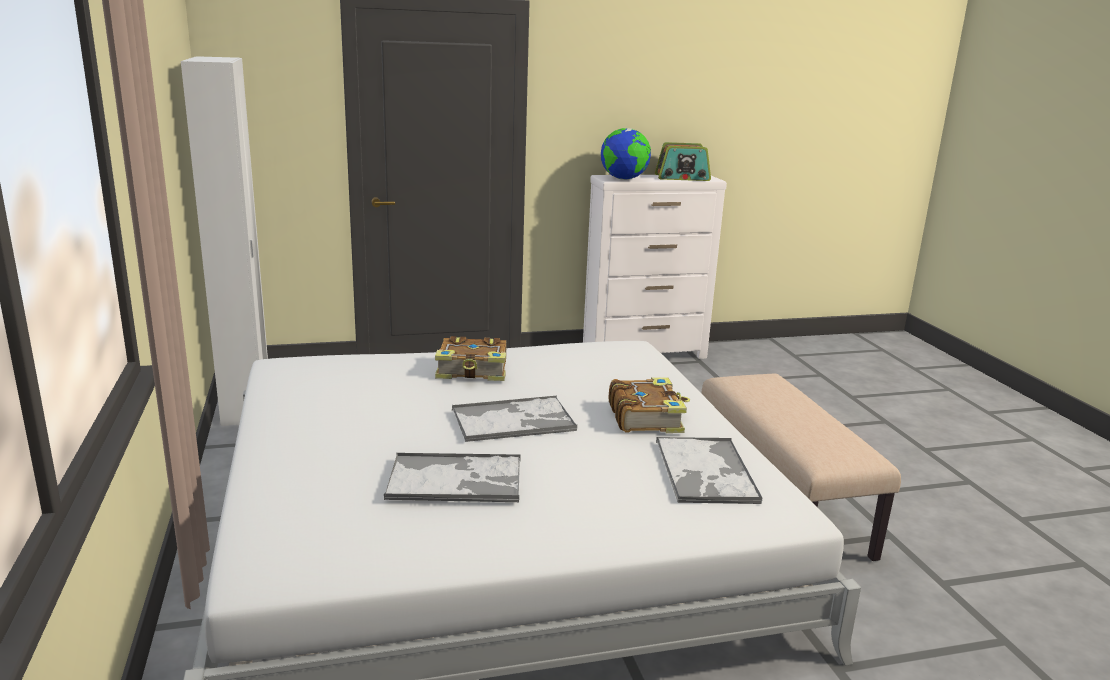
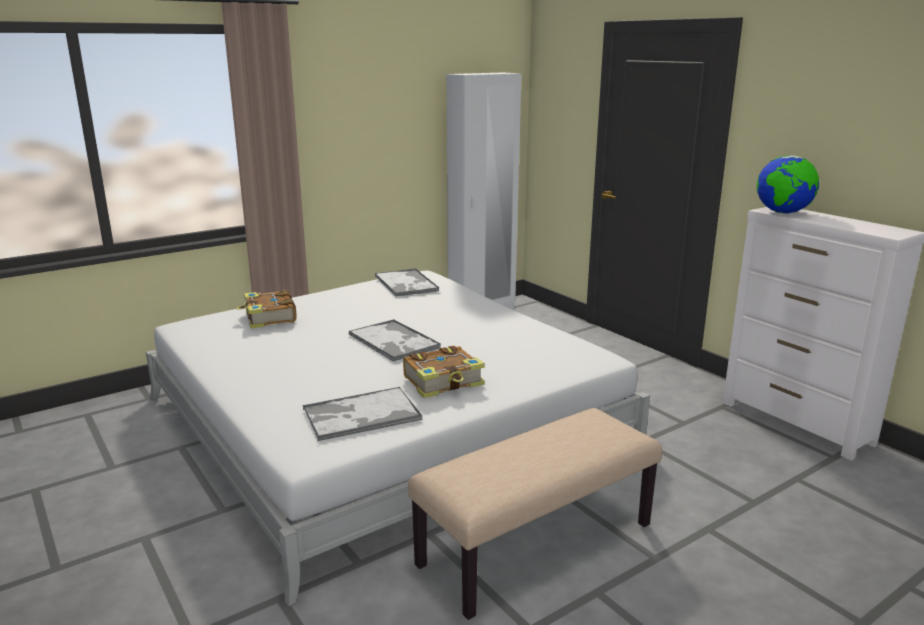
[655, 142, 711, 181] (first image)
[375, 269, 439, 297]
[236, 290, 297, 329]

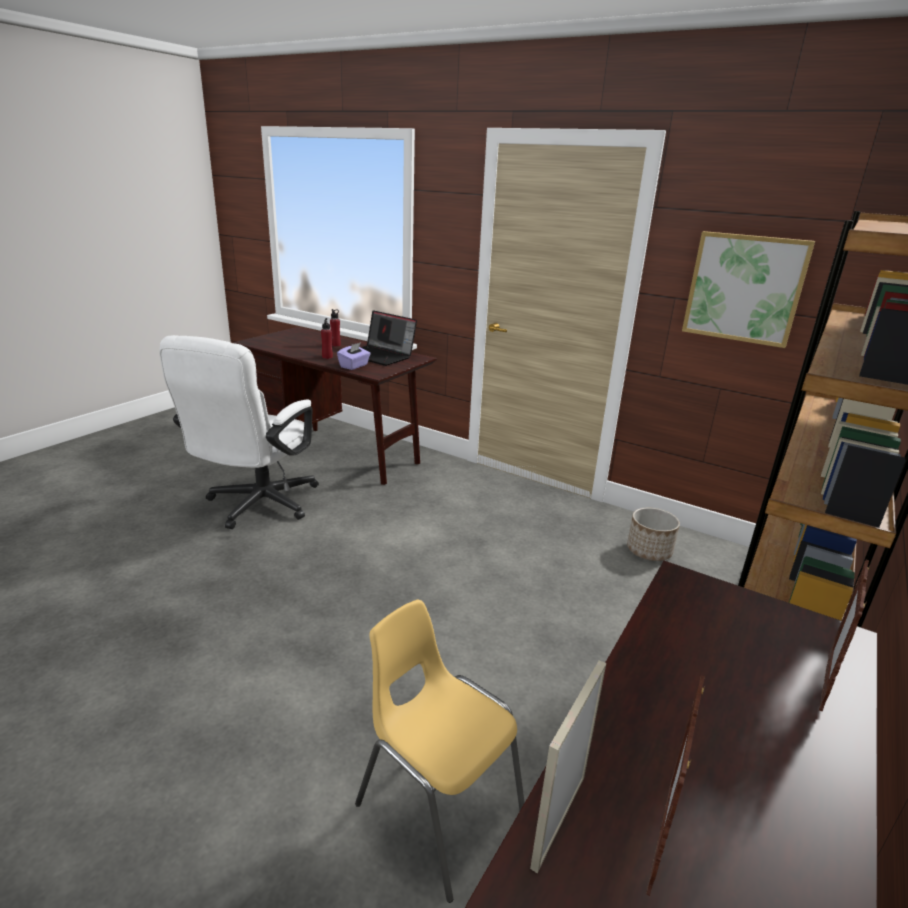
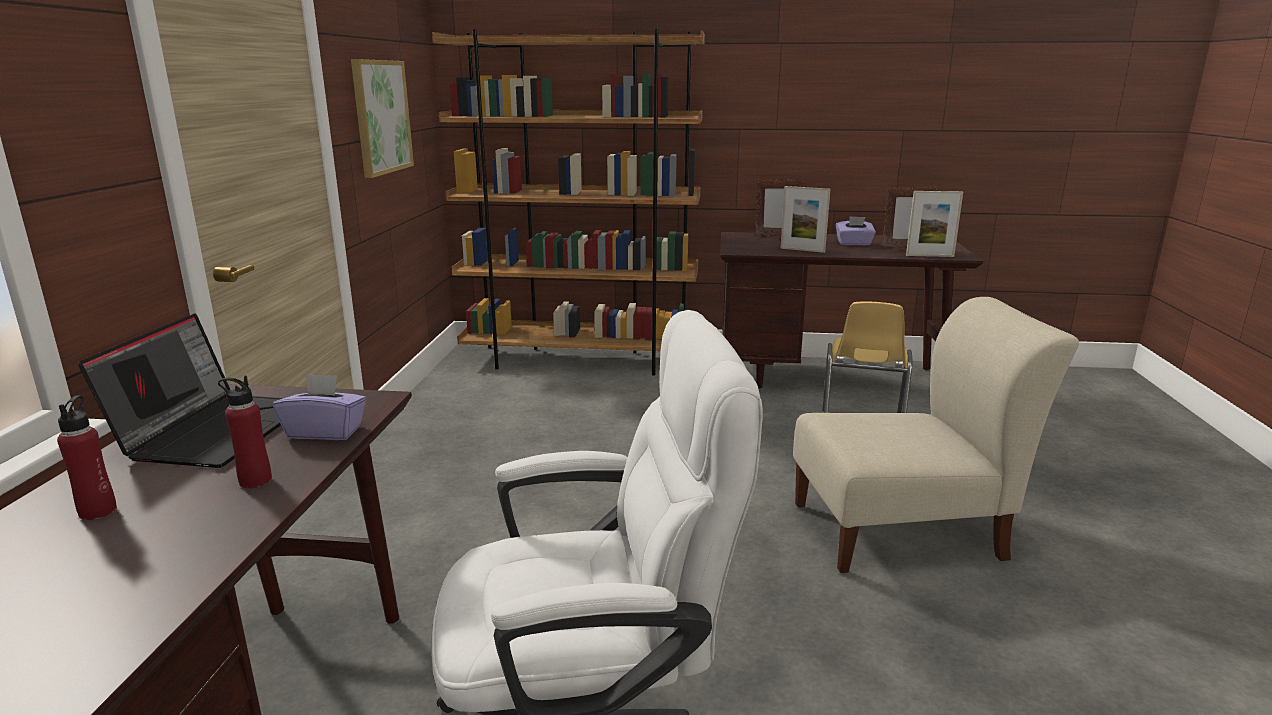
[627, 508, 680, 561] (first image)
[780, 186, 831, 253]
[793, 297, 1079, 573]
[836, 216, 876, 245]

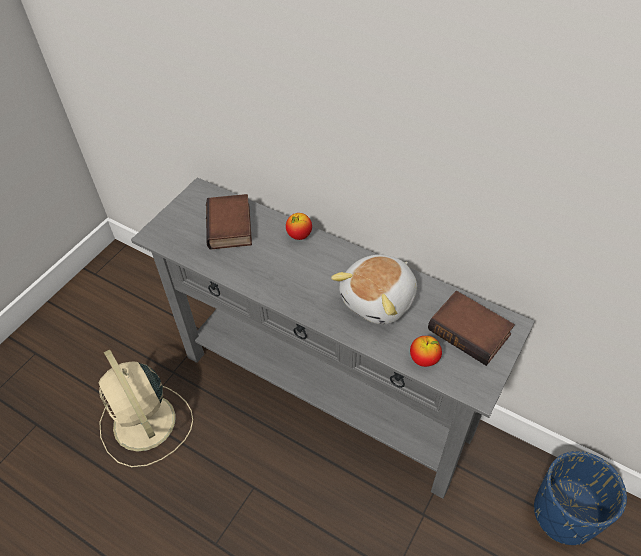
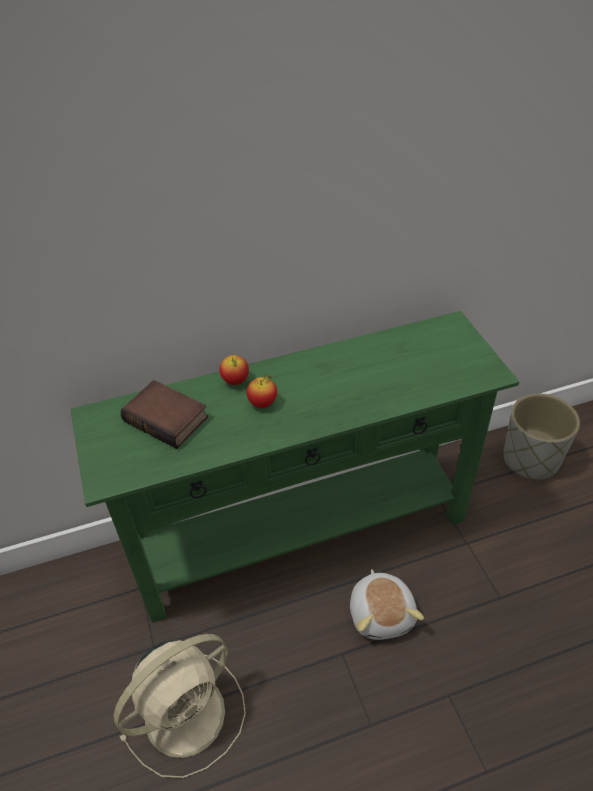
[428, 291, 515, 366] (first image)
[350, 569, 424, 640]
[247, 375, 277, 408]
[71, 311, 519, 622]
[503, 393, 580, 481]
[113, 634, 246, 778]

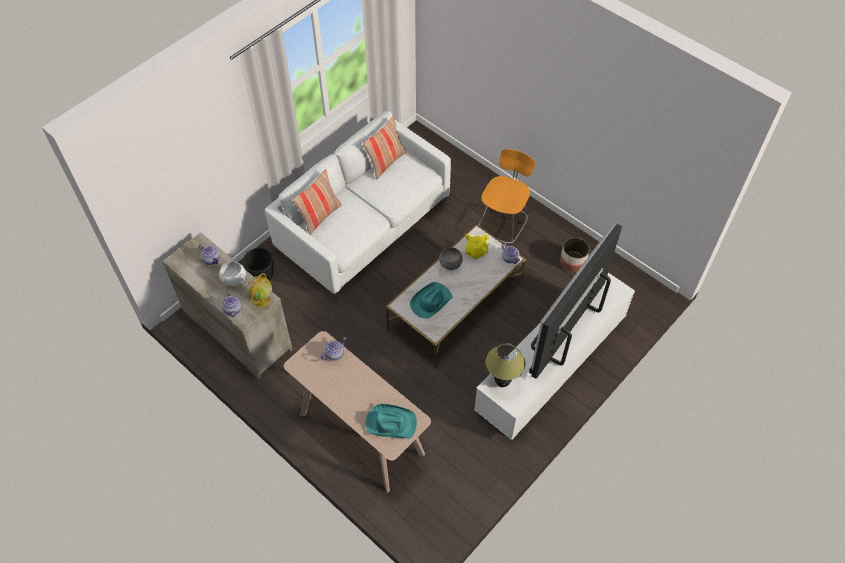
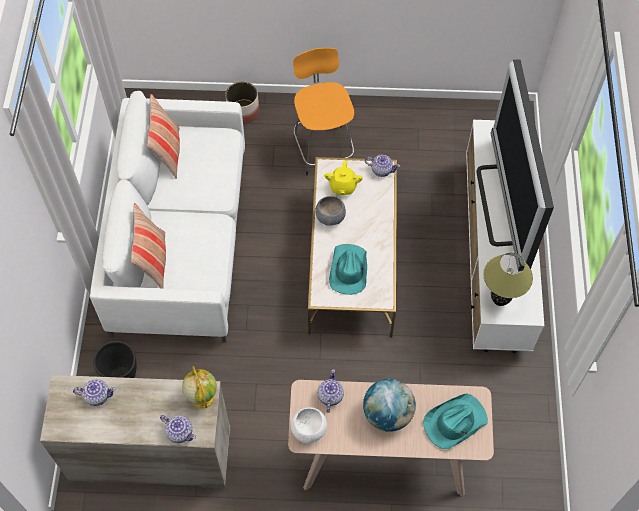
[363, 379, 416, 432]
[291, 407, 327, 444]
[225, 82, 259, 124]

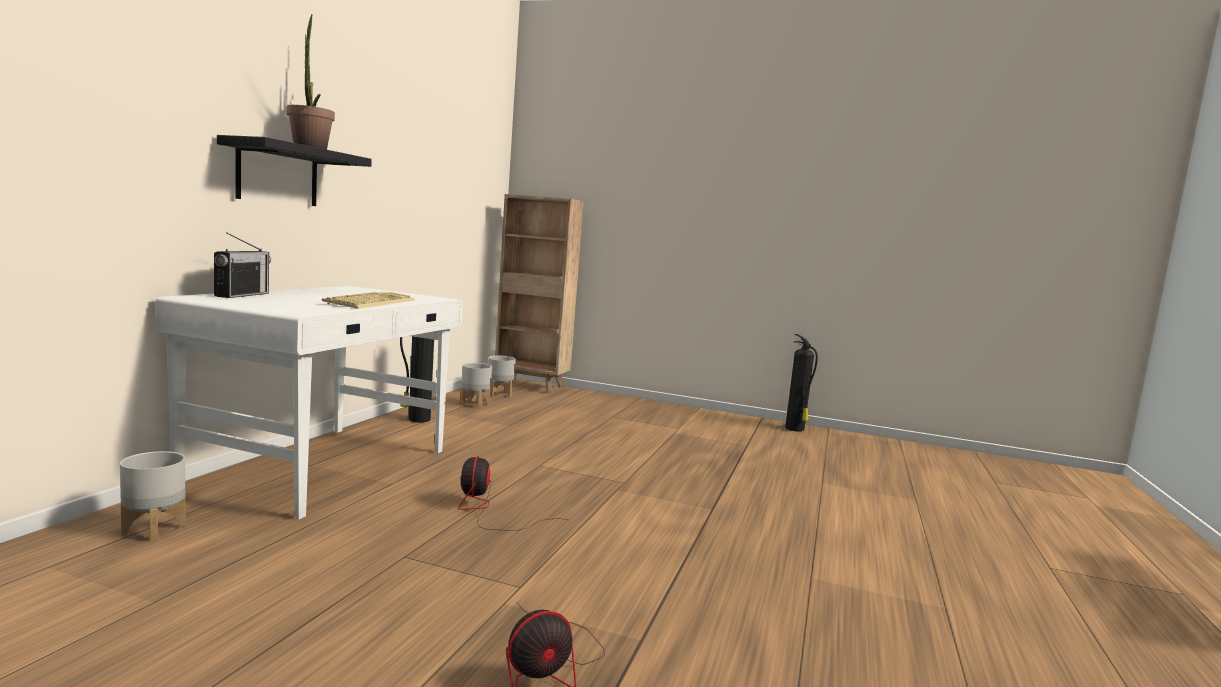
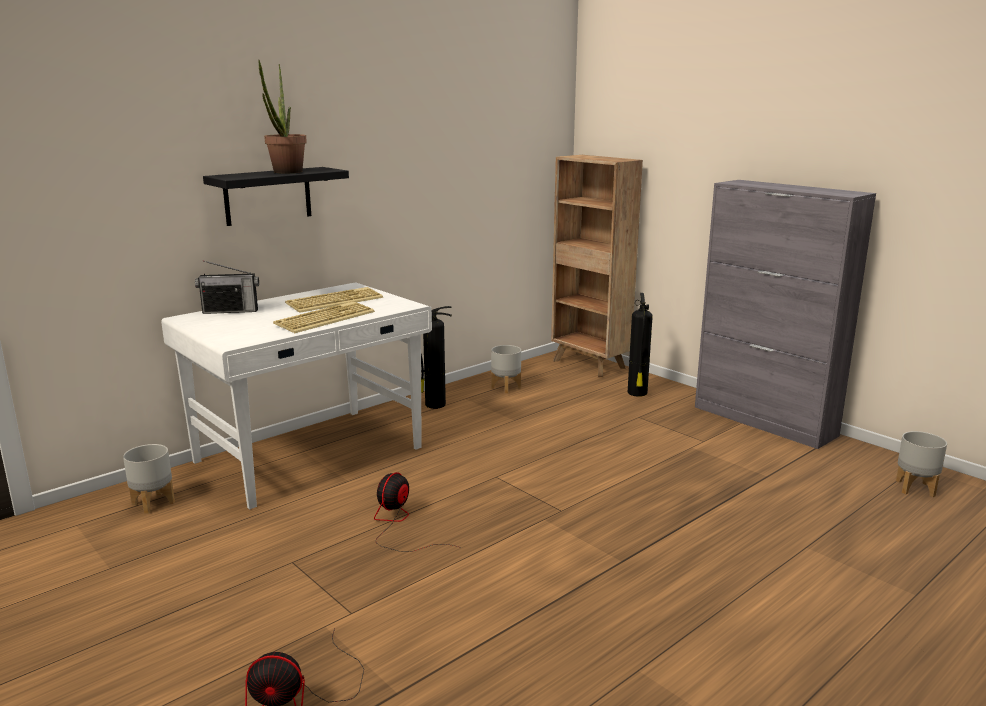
[285, 287, 383, 313]
[695, 180, 876, 449]
[896, 431, 947, 497]
[628, 293, 653, 397]
[195, 260, 259, 314]

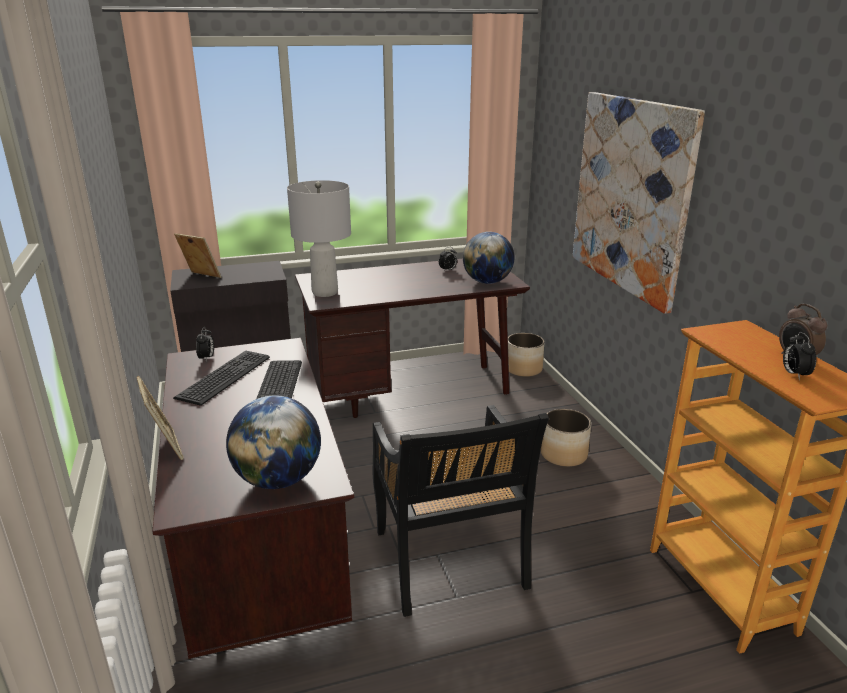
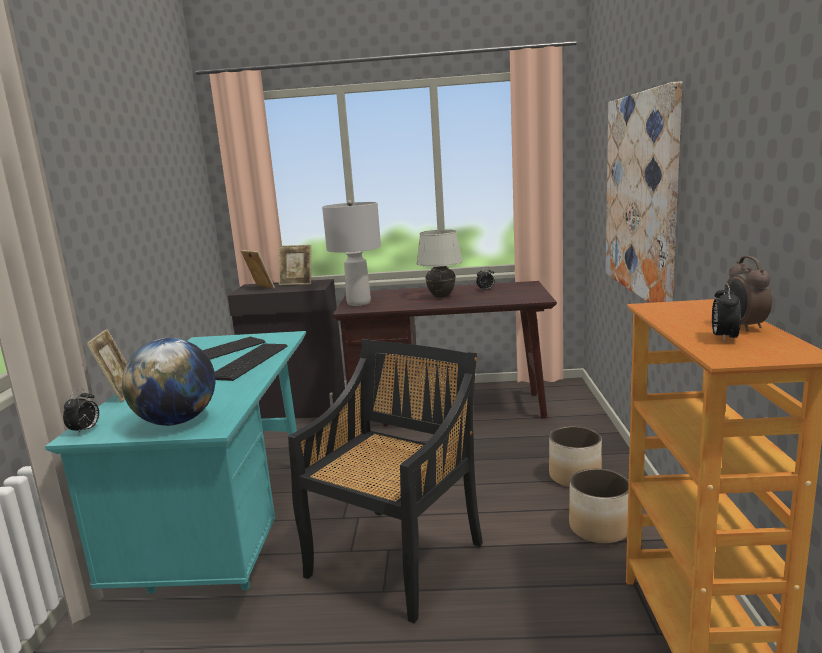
[463, 232, 514, 284] (first image)
[279, 245, 311, 285]
[417, 229, 463, 298]
[63, 389, 99, 436]
[569, 468, 629, 544]
[45, 331, 306, 594]
[288, 339, 483, 623]

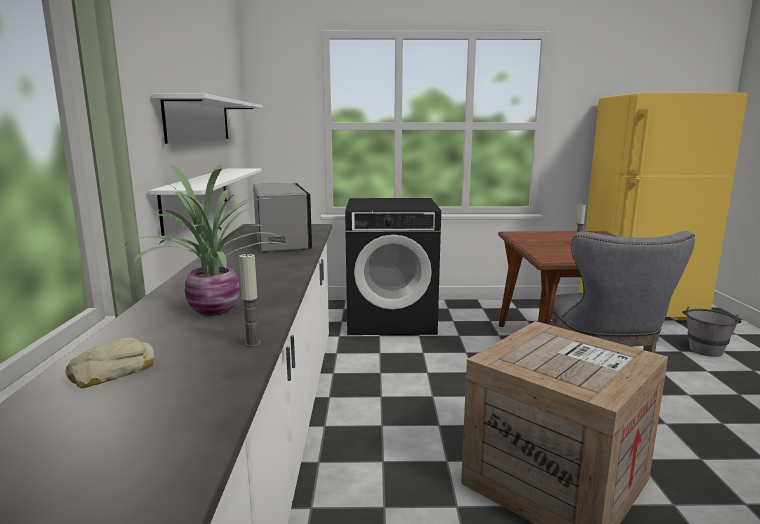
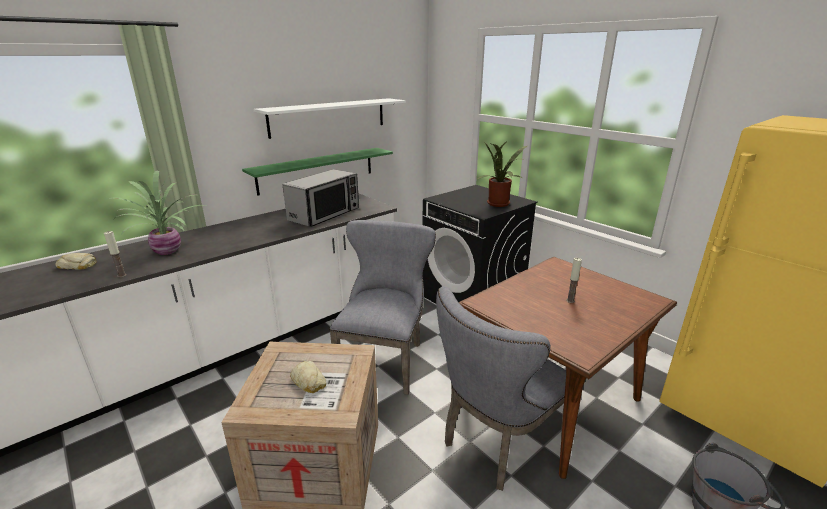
[290, 361, 327, 393]
[329, 220, 436, 395]
[477, 141, 527, 207]
[242, 148, 393, 196]

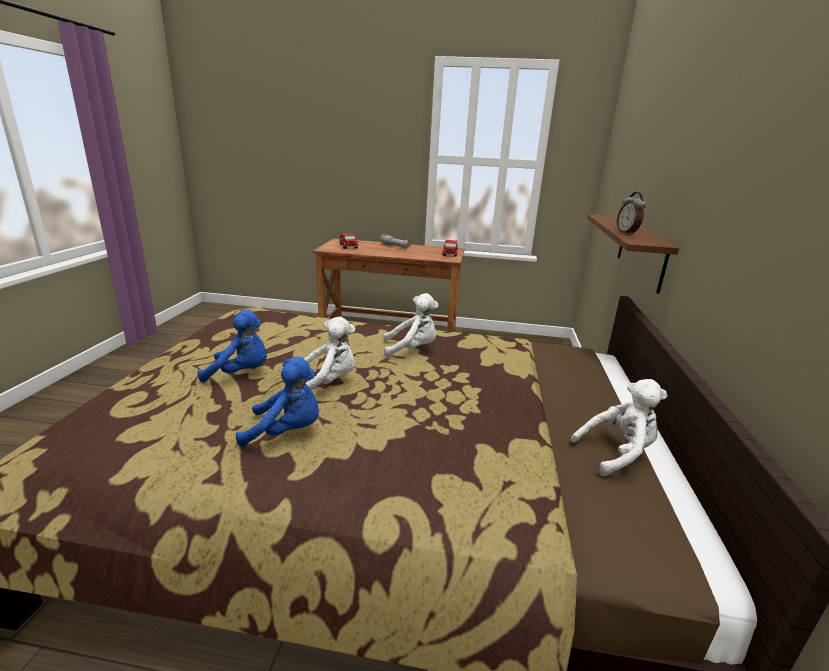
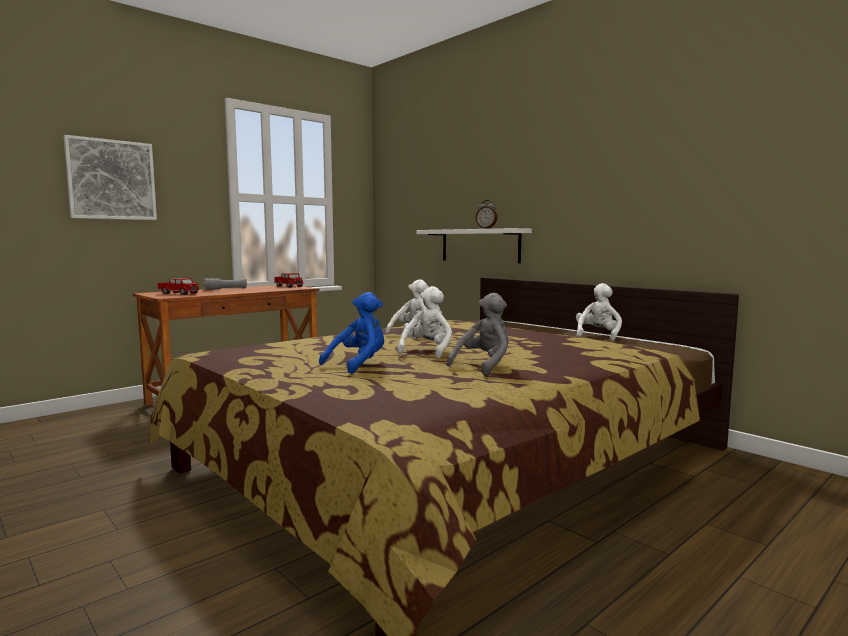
[64, 135, 157, 220]
[446, 293, 509, 376]
[416, 228, 532, 263]

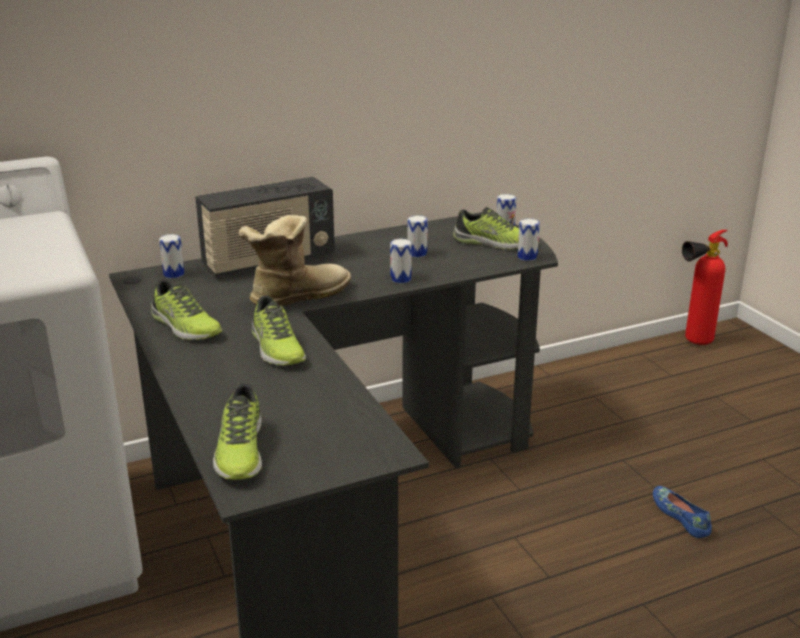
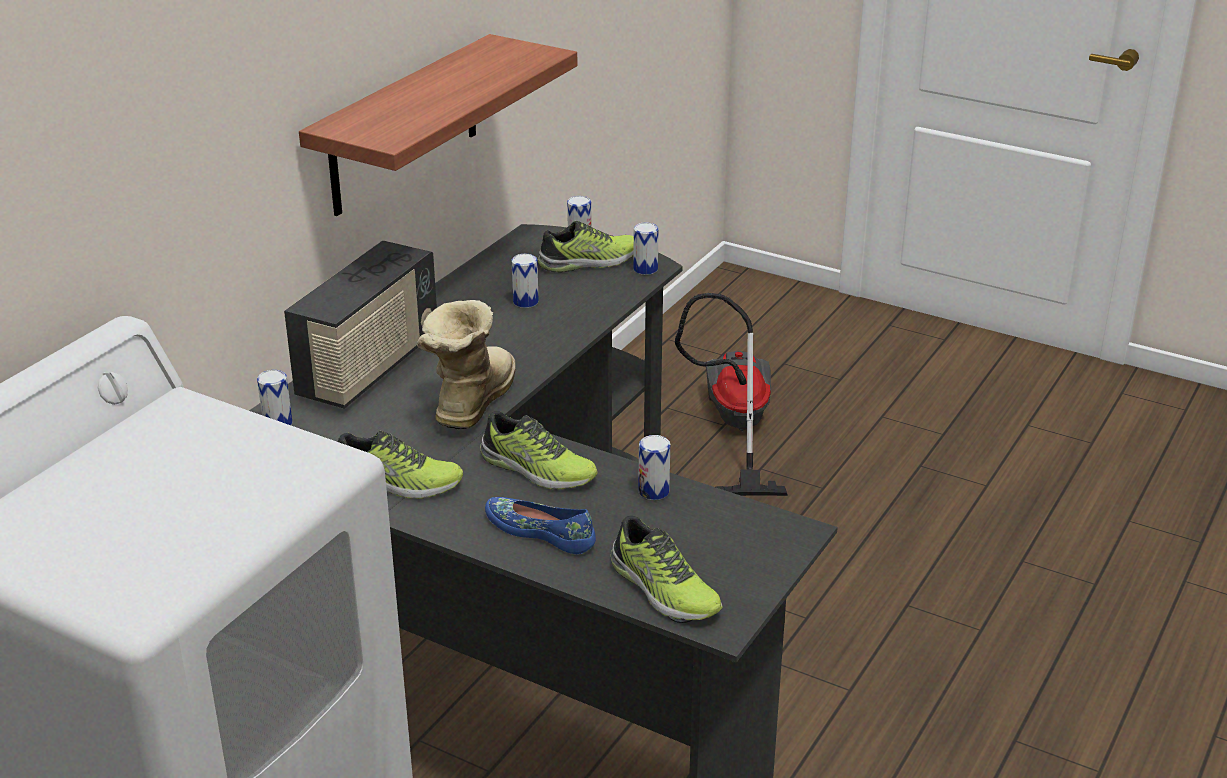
[682, 230, 728, 345] (first image)
[299, 34, 577, 216]
[675, 293, 788, 496]
[638, 435, 670, 500]
[485, 497, 596, 554]

